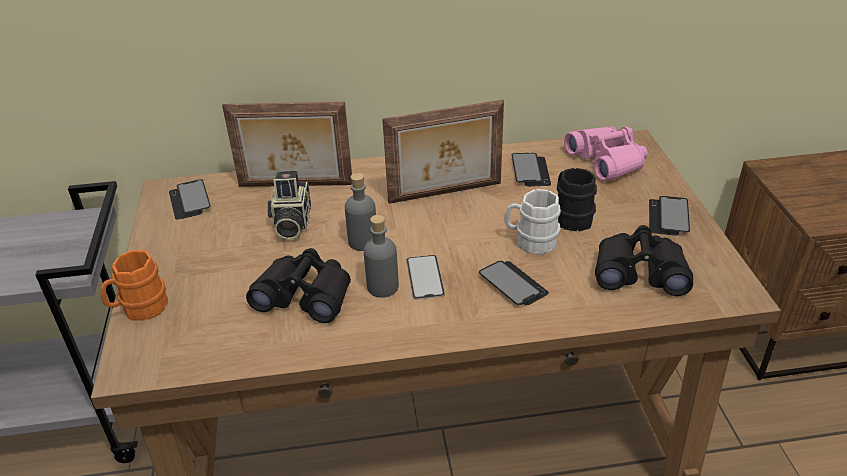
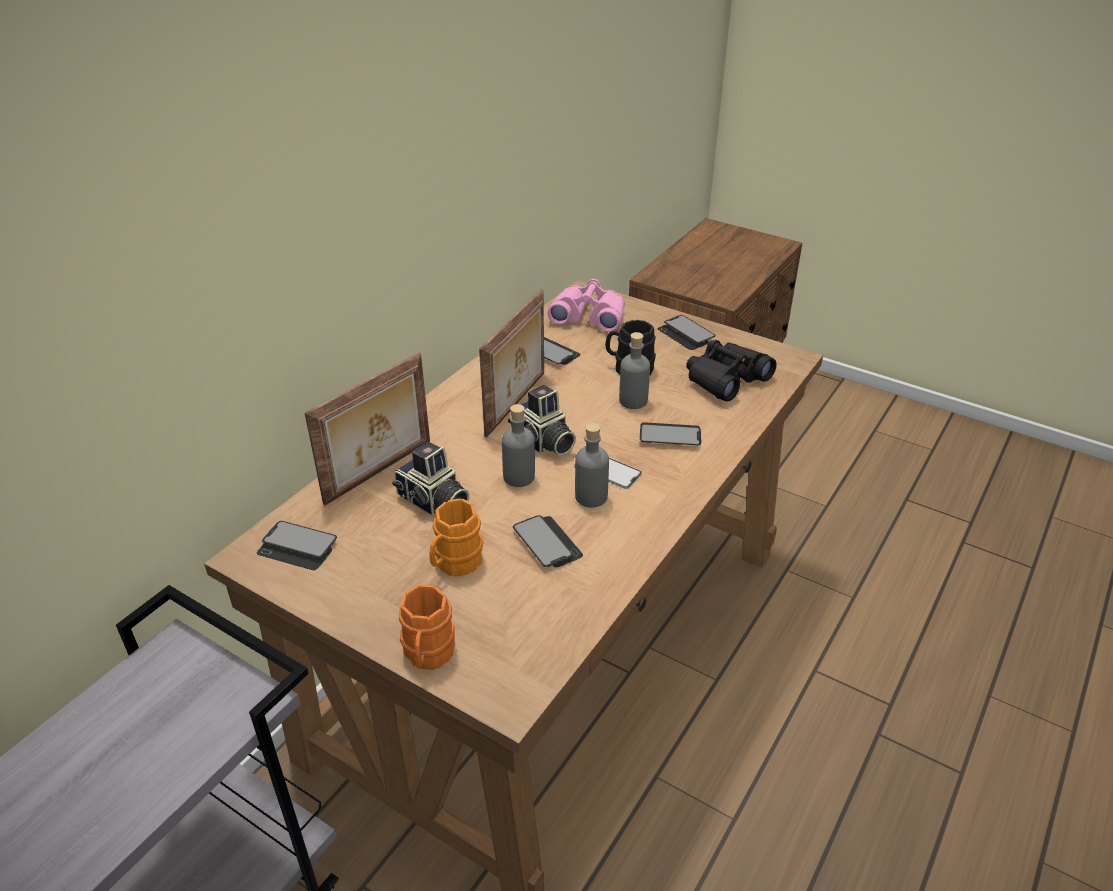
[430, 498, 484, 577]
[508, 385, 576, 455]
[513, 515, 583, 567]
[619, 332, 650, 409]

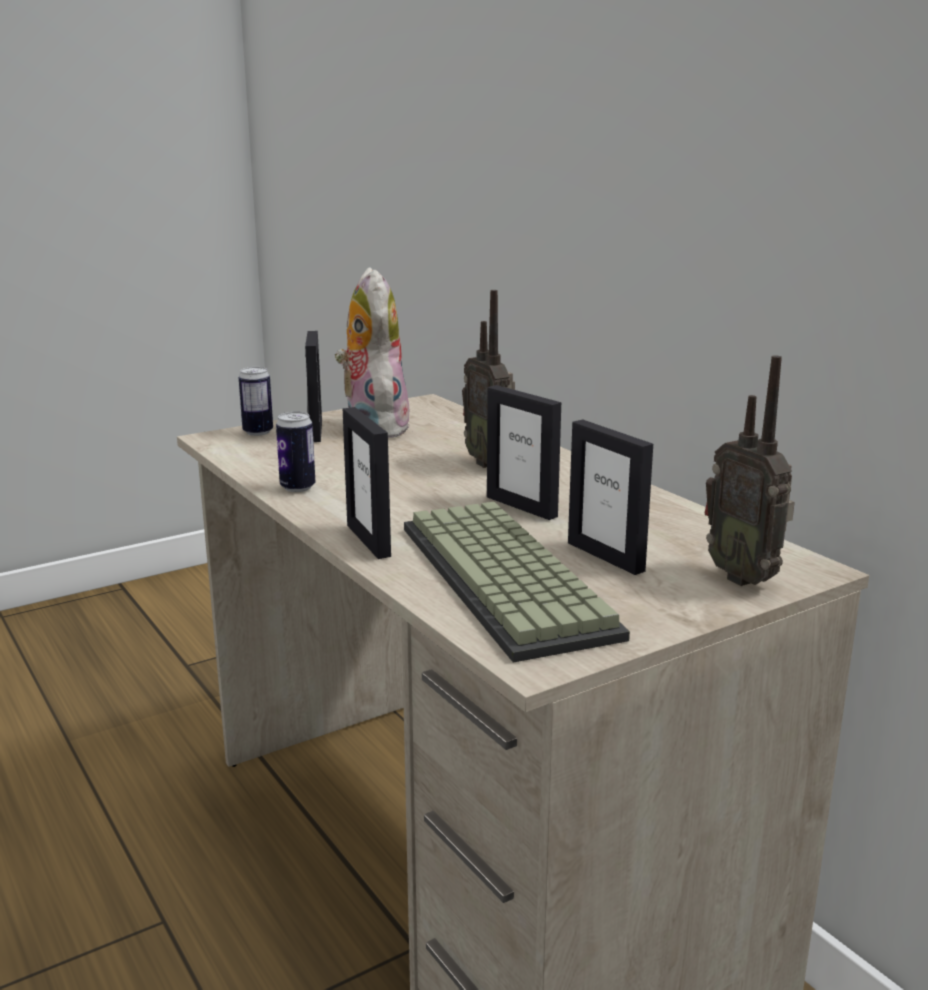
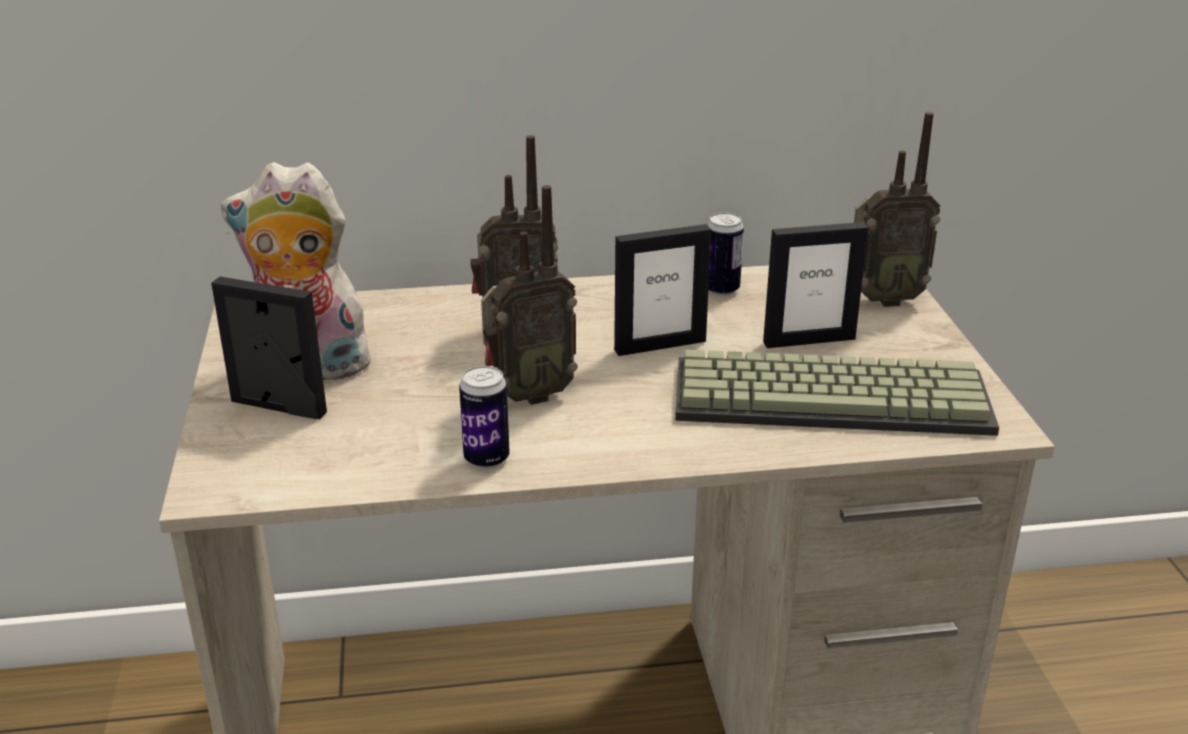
[343, 407, 391, 559] (first image)
[481, 185, 578, 405]
[707, 212, 744, 296]

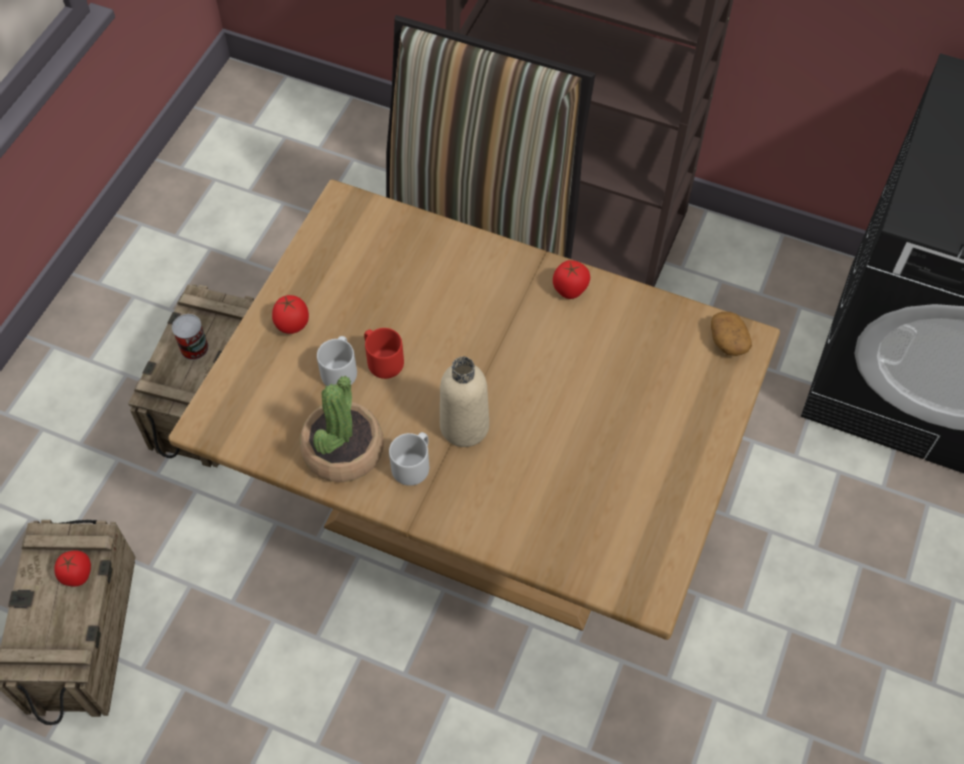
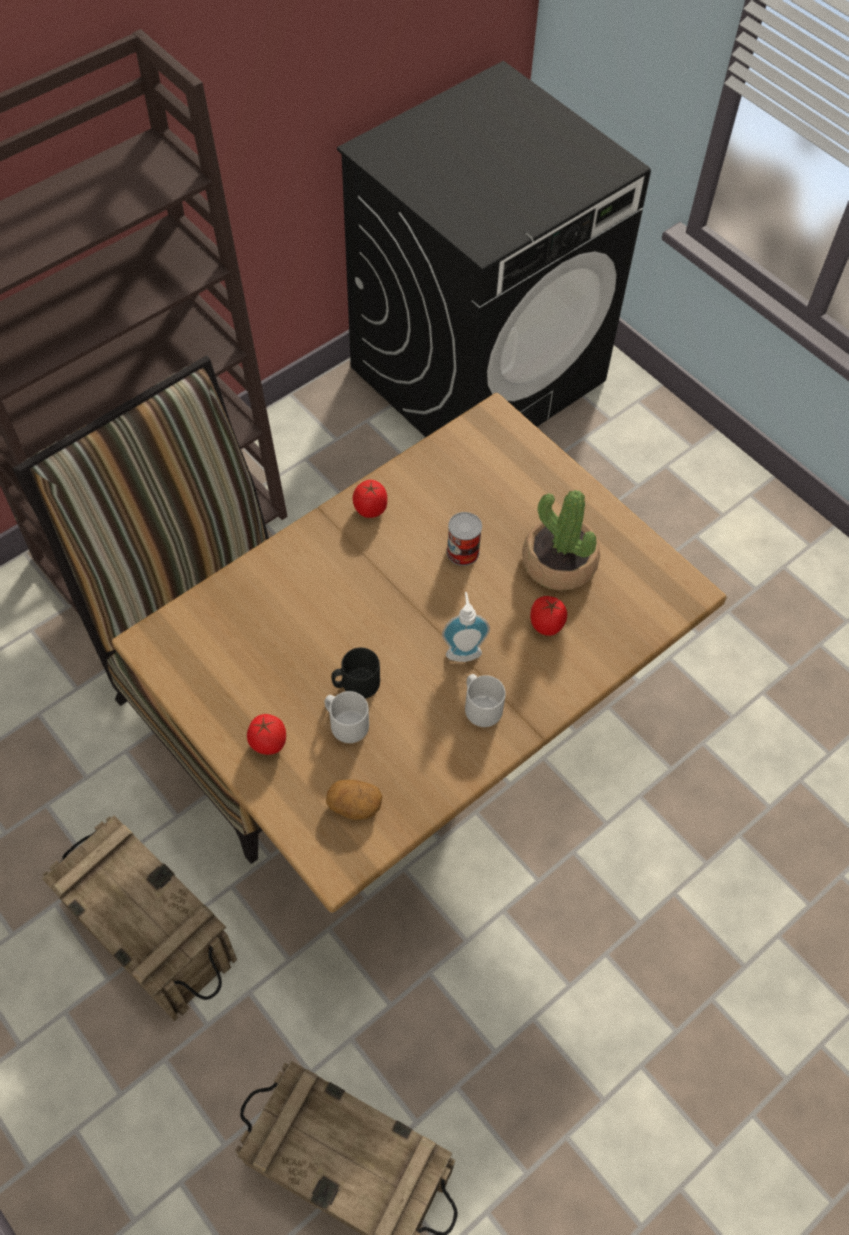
[530, 596, 567, 636]
[447, 512, 482, 566]
[522, 490, 600, 591]
[326, 780, 383, 820]
[442, 592, 490, 662]
[332, 648, 380, 699]

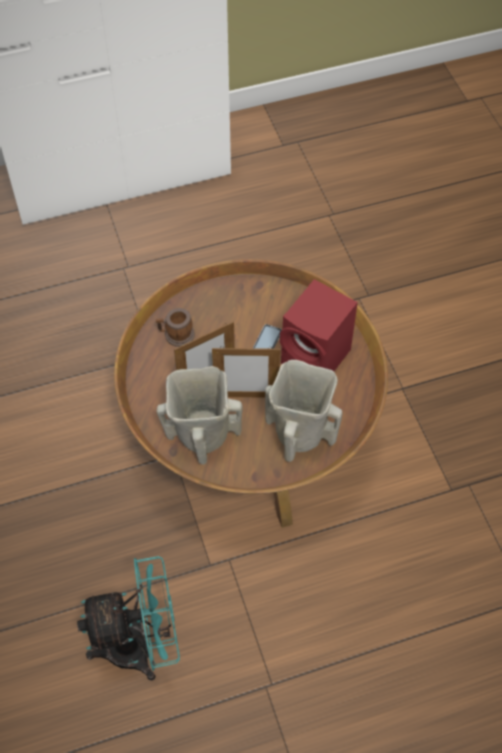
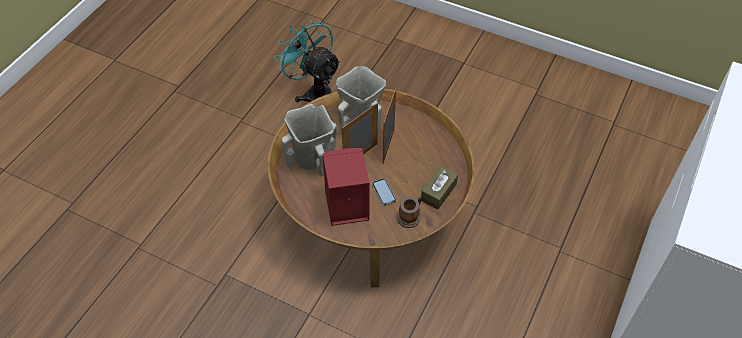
[421, 166, 458, 209]
[397, 195, 422, 228]
[274, 18, 341, 102]

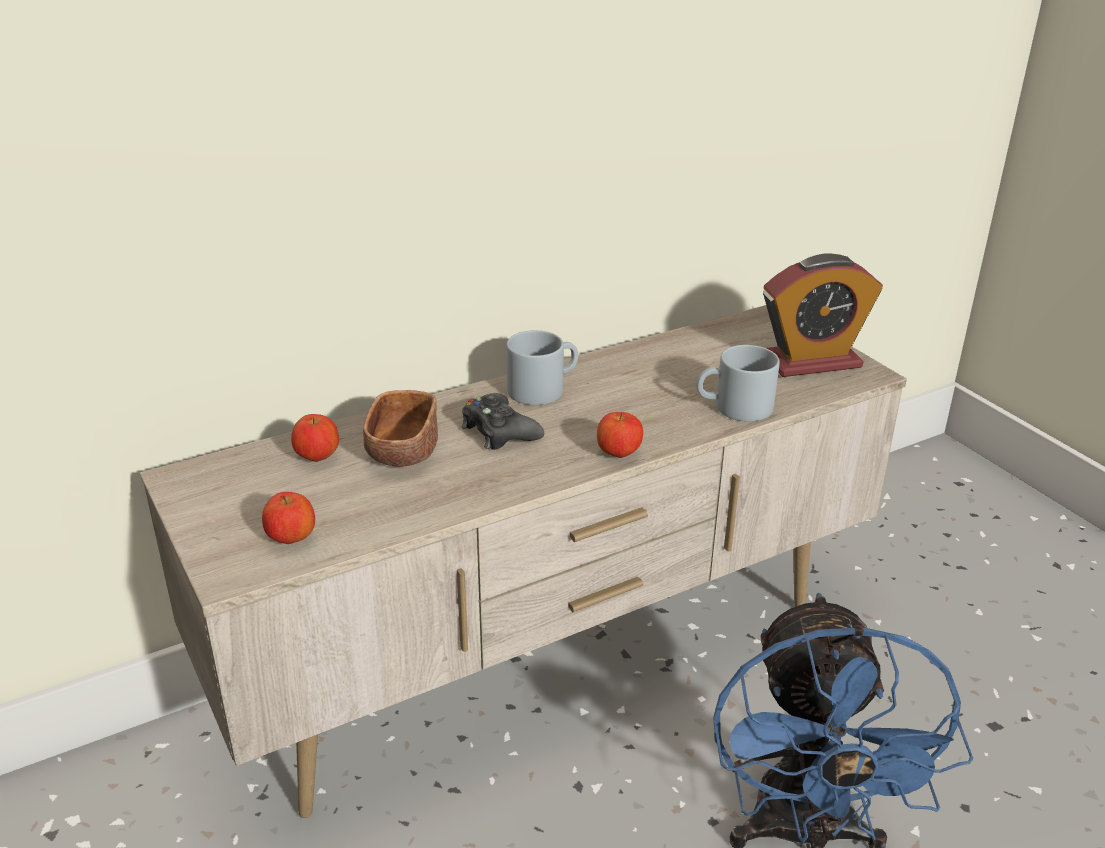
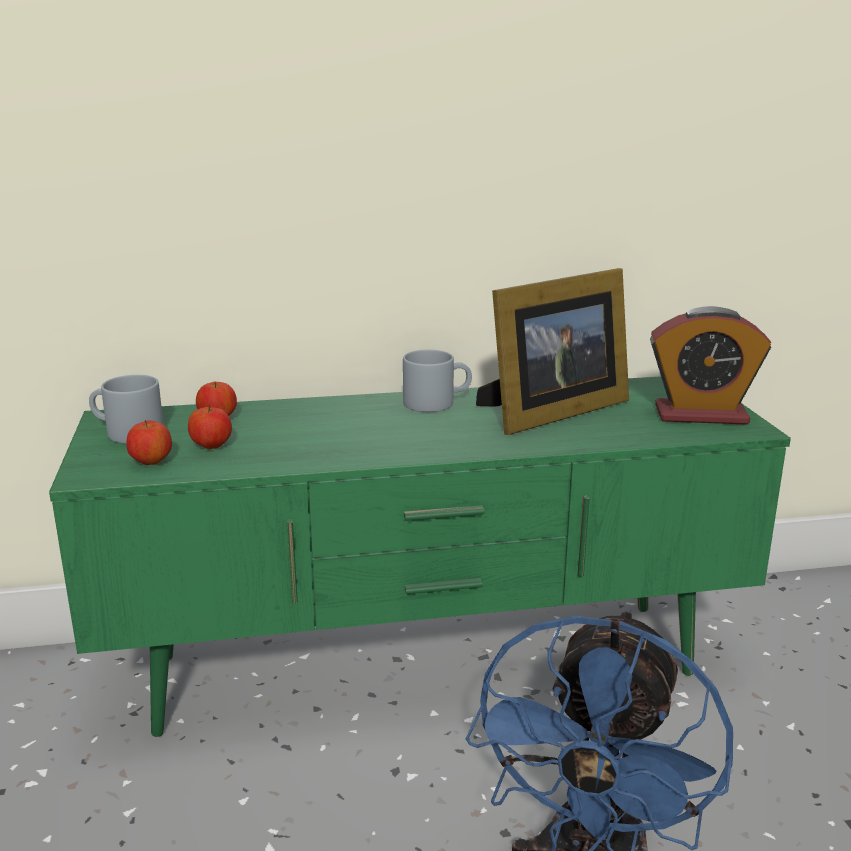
[363, 390, 438, 467] (first image)
[462, 393, 544, 450] (first image)
[476, 268, 629, 435]
[188, 405, 232, 449]
[89, 375, 164, 443]
[49, 376, 791, 737]

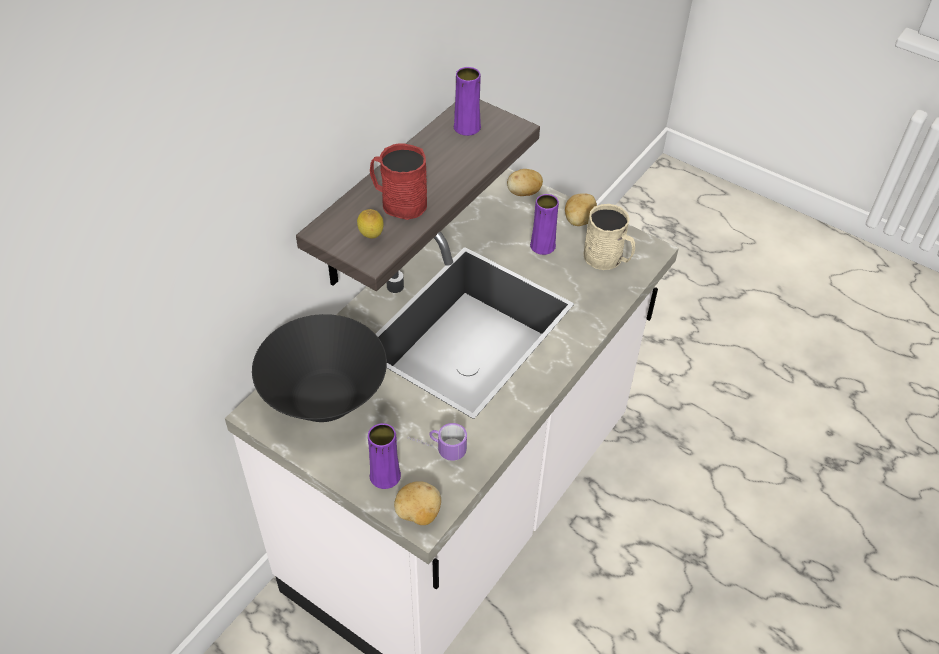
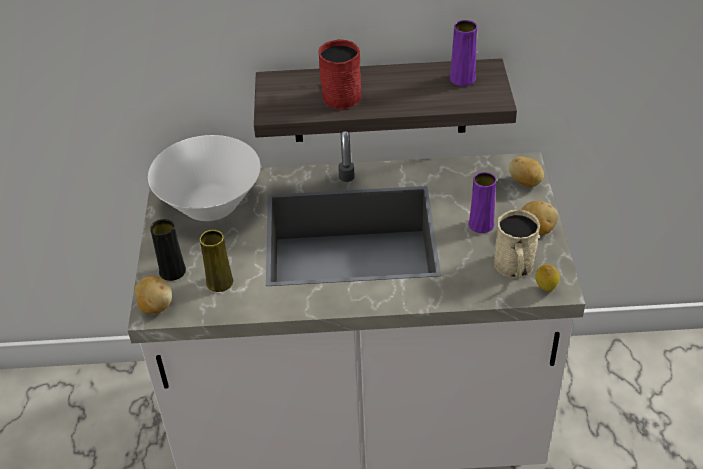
[535, 264, 559, 292]
[200, 230, 233, 292]
[148, 135, 261, 221]
[150, 219, 186, 281]

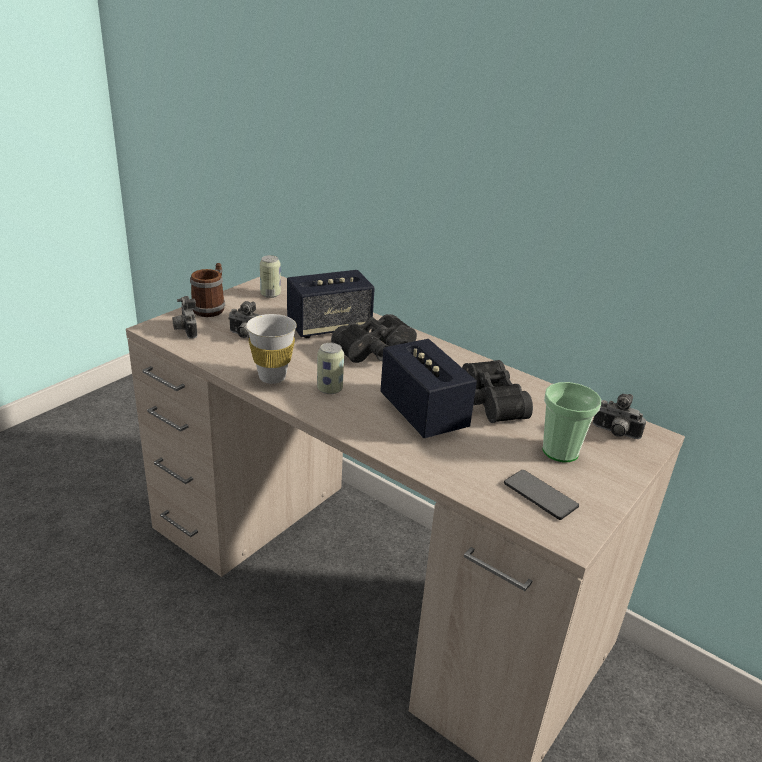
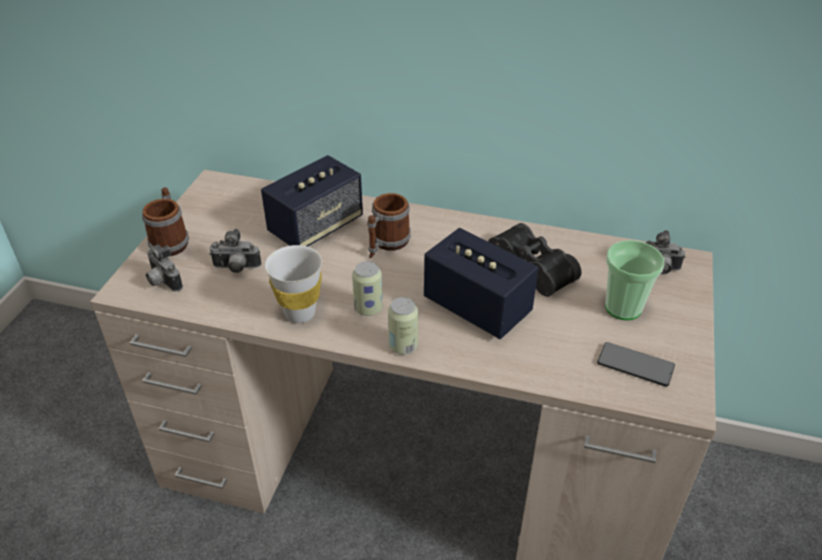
[388, 297, 418, 355]
[367, 193, 411, 258]

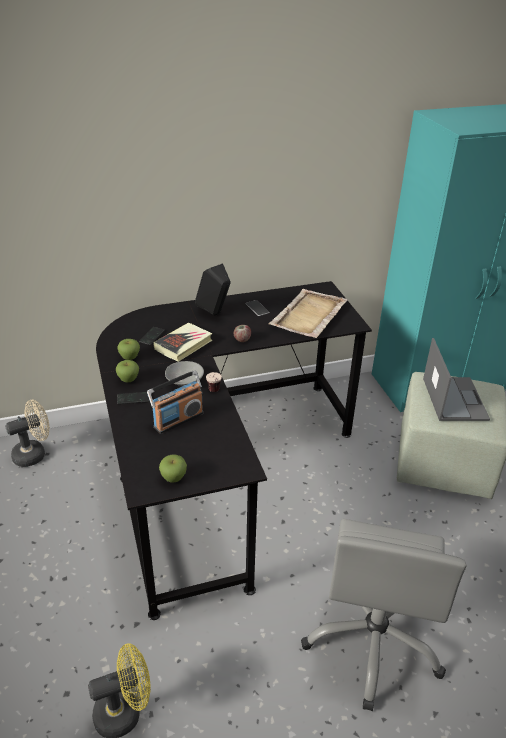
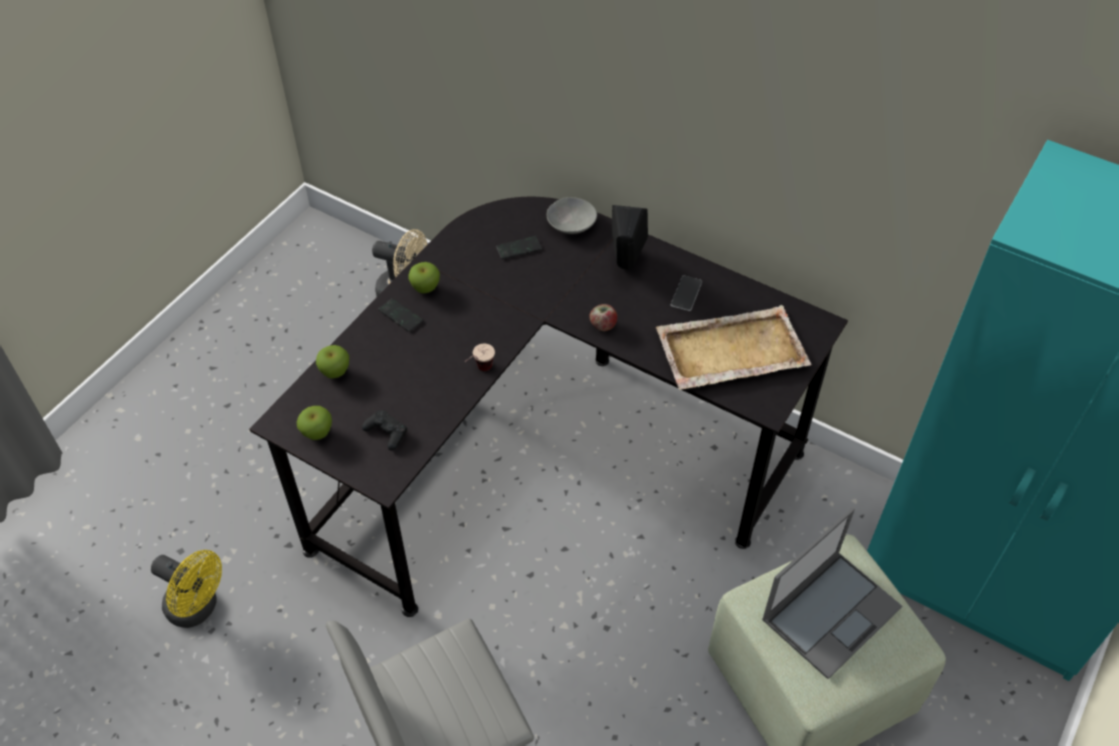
[147, 371, 203, 434] (first image)
[154, 323, 212, 362] (first image)
[362, 410, 407, 450]
[316, 345, 349, 379]
[547, 197, 597, 234]

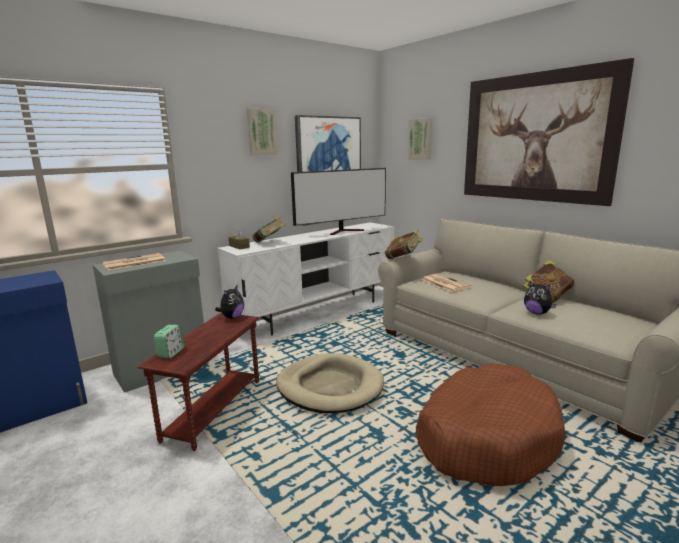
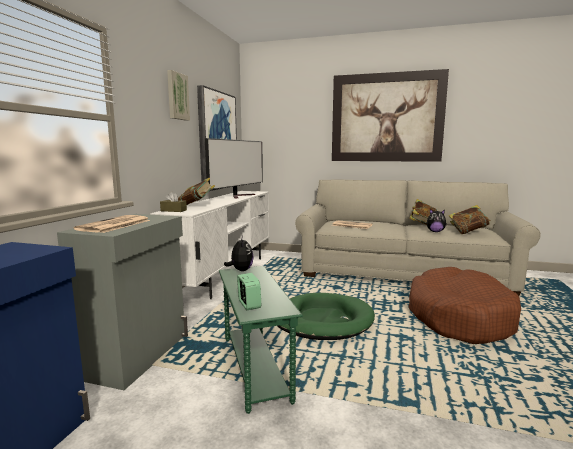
[408, 118, 432, 160] (first image)
[449, 205, 491, 234]
[219, 266, 303, 414]
[278, 293, 375, 340]

